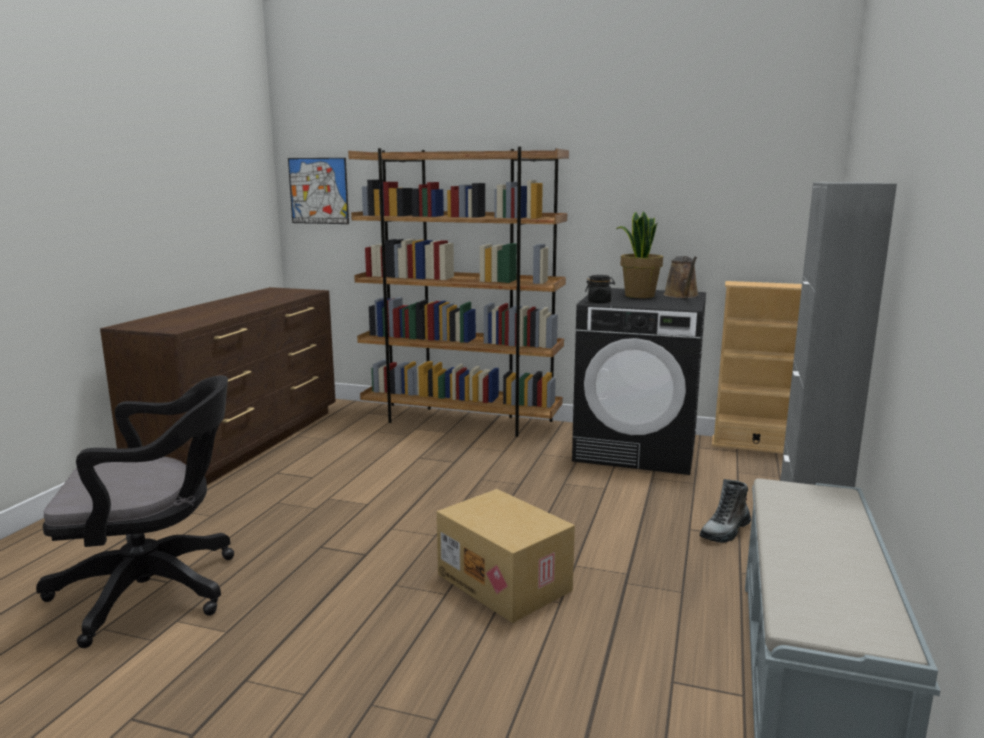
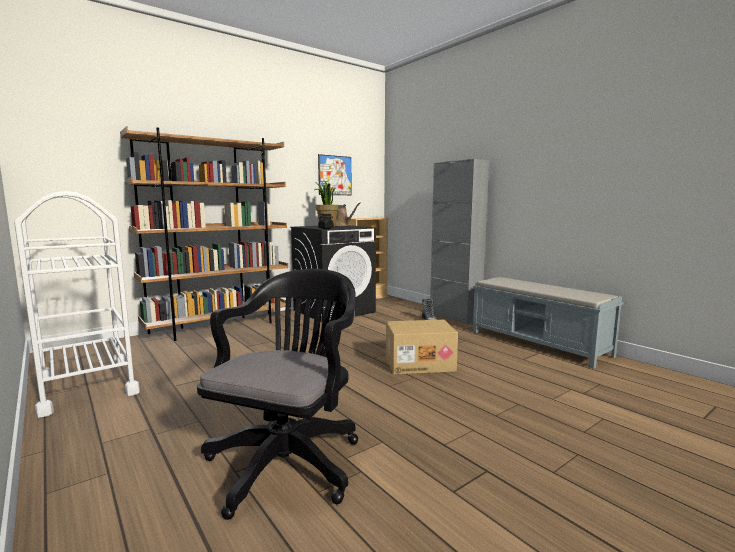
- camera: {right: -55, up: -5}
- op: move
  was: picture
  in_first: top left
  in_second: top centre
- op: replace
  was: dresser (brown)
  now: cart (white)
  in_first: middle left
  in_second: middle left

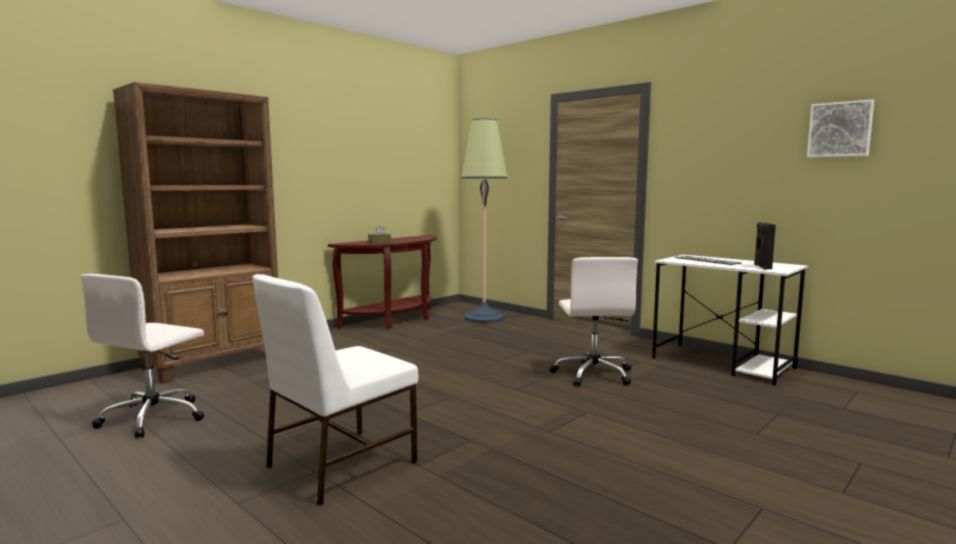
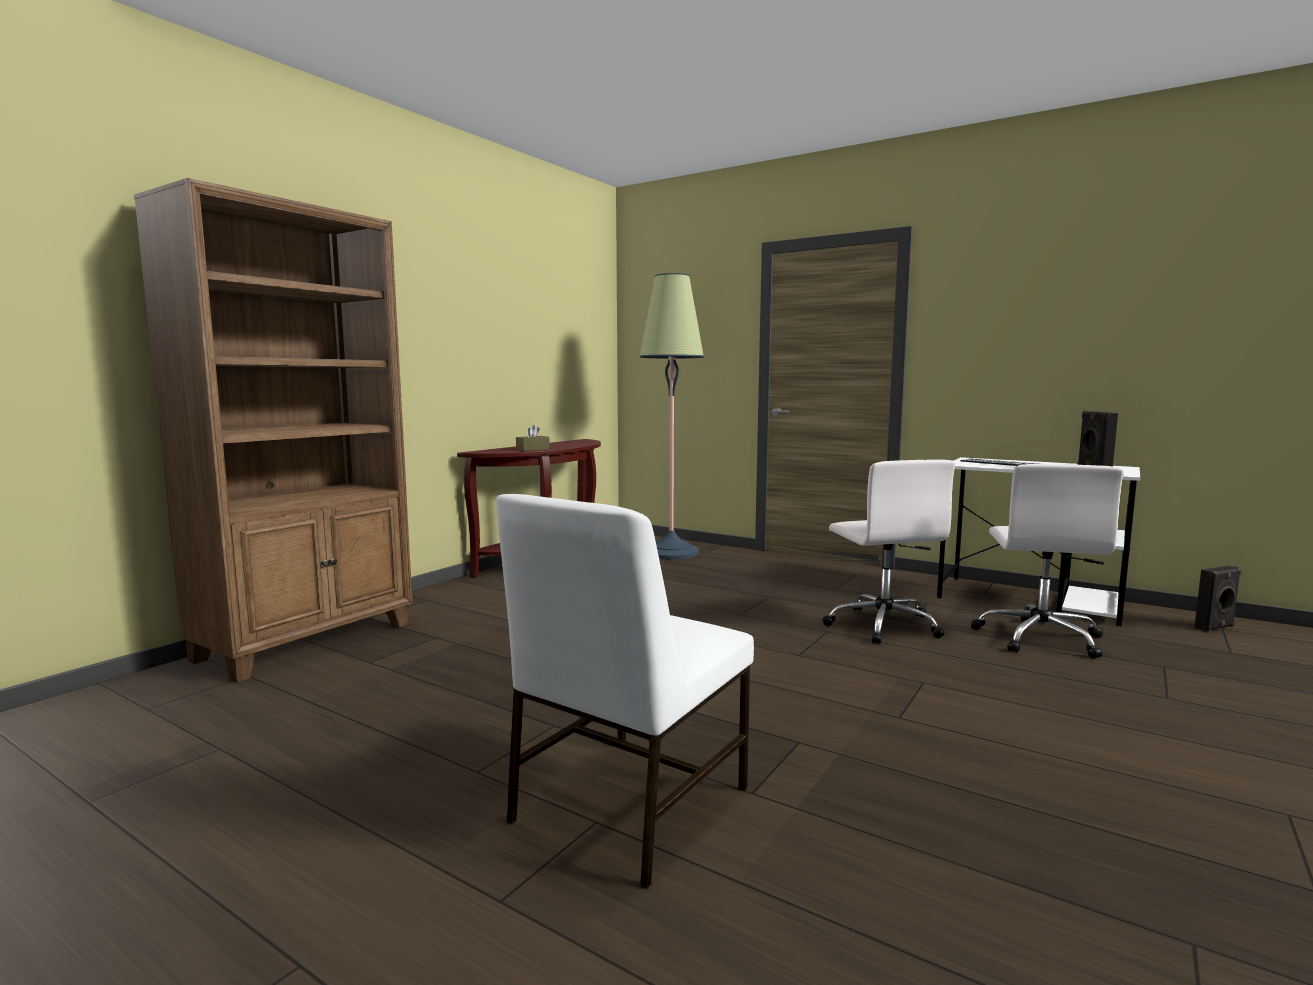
- camera: {right: -10, up: 0}
- op: delete
  was: picture
  in_first: top right
- op: insert
  now: speaker (black) (2nd from left)
  in_second: middle right
- op: move
  was: office chair (white) (1st from left in the first image)
  now: office chair (white) (2nd from left)
  in_first: middle left
  in_second: middle right

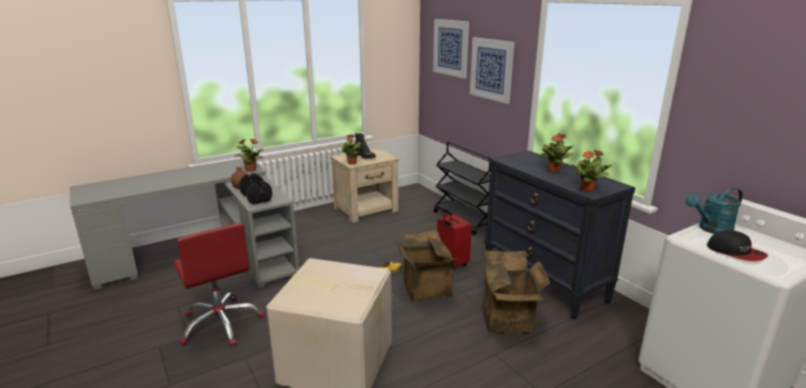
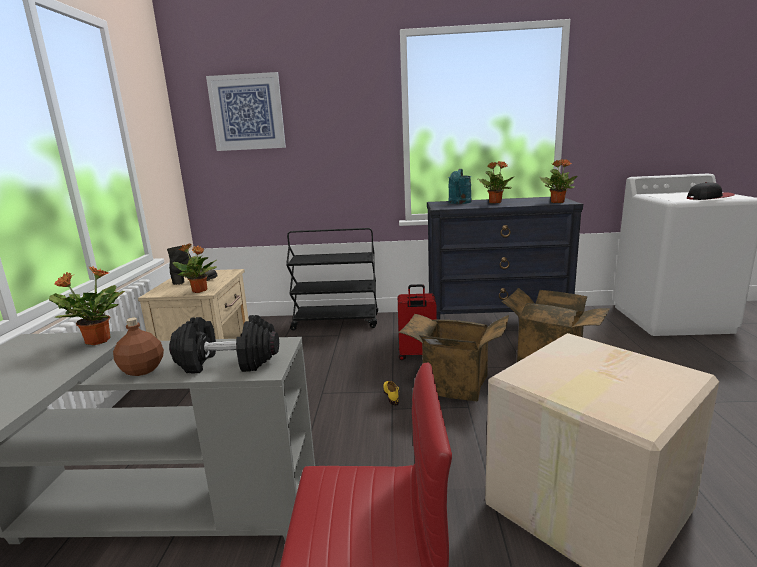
- camera: {right: -55, up: -5}
- op: delete
  was: picture (2nd from left)
  in_first: top centre
- op: move
  was: watering can (turquoise)
  in_first: middle right
  in_second: top centre

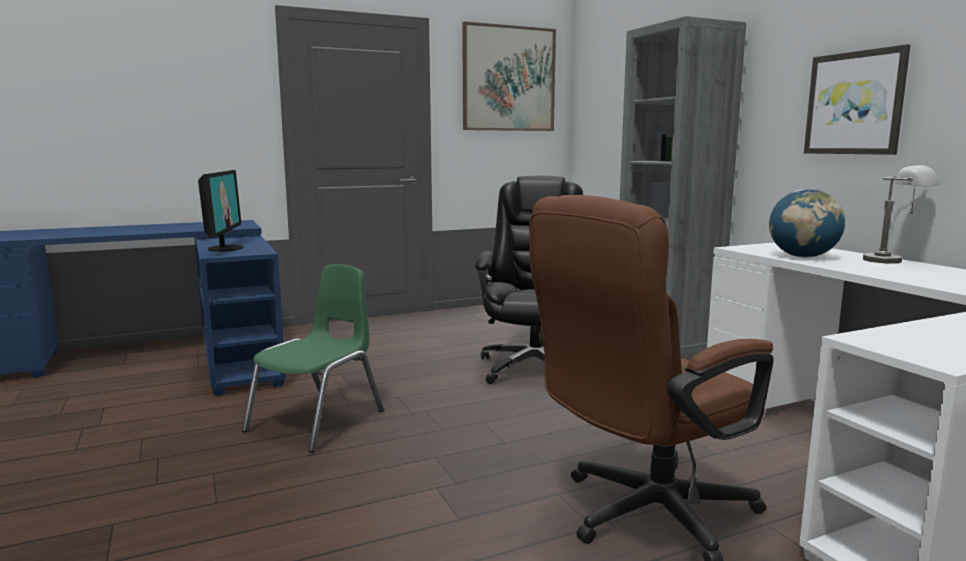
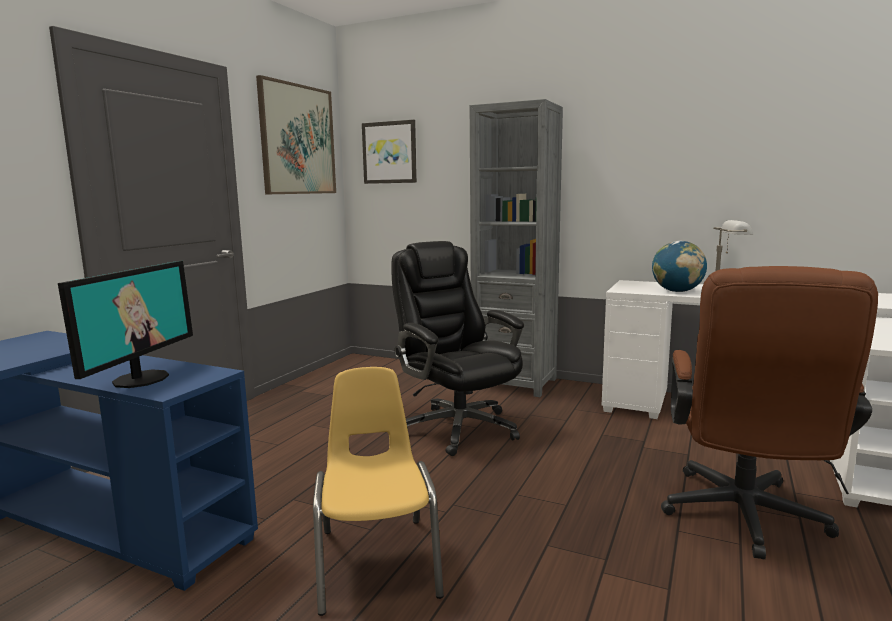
- camera: {right: -40, up: 0}
- op: move
  was: picture (2nd from left)
  in_first: top right
  in_second: top centre
- op: recolor
  was: chair (green)
  now: chair (yellow)
  in_first: middle left
  in_second: bottom centre
- op: rotate
  was: monitor
  in_first: middle left
  in_second: middle left
  clockwise: 60

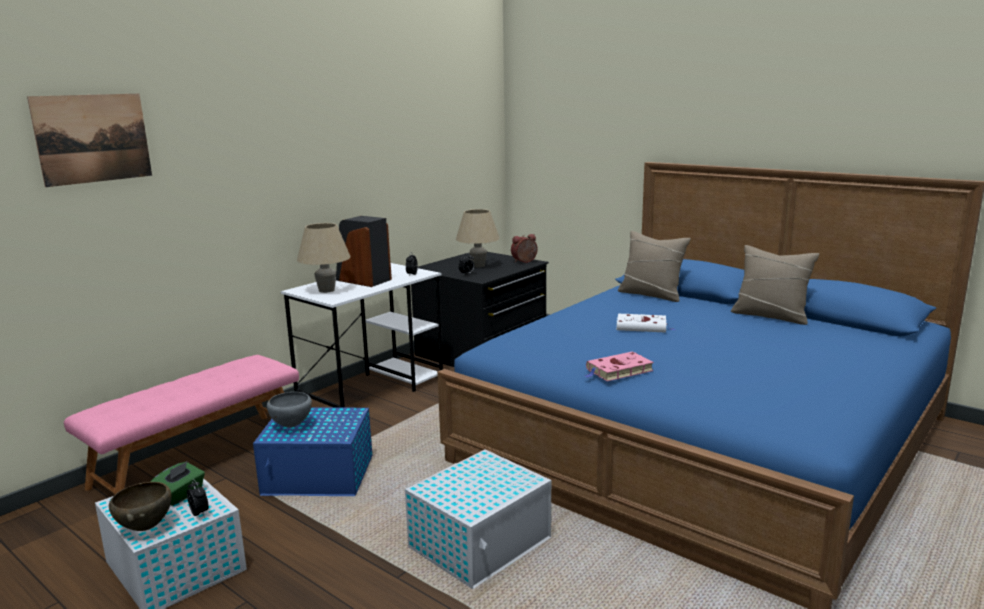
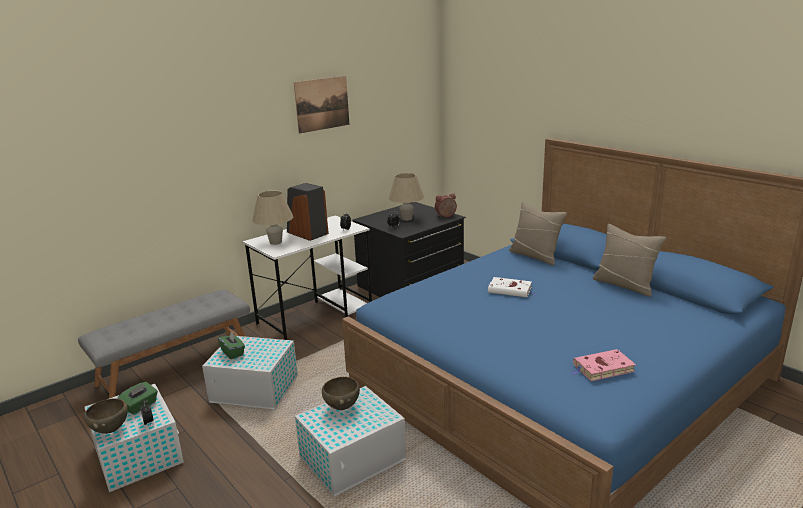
- camera: {right: 10, up: 5}
- op: insert
  now: bowl (brown) (2nd from left)
  in_second: bottom centre
- op: move
  was: picture
  in_first: top left
  in_second: top centre
- op: move
  was: book (pink)
  in_first: centre
  in_second: bottom right
- op: replace
  was: bowl (grey)
  now: tissue box (green) (2nd from left)
  in_first: bottom left
  in_second: bottom left
- op: recolor
  was: bench (pink)
  now: bench (grey)
  in_first: bottom left
  in_second: bottom left
- op: recolor
  was: storage box (blue)
  now: storage box (white) (2nd from left)
  in_first: bottom left
  in_second: bottom left

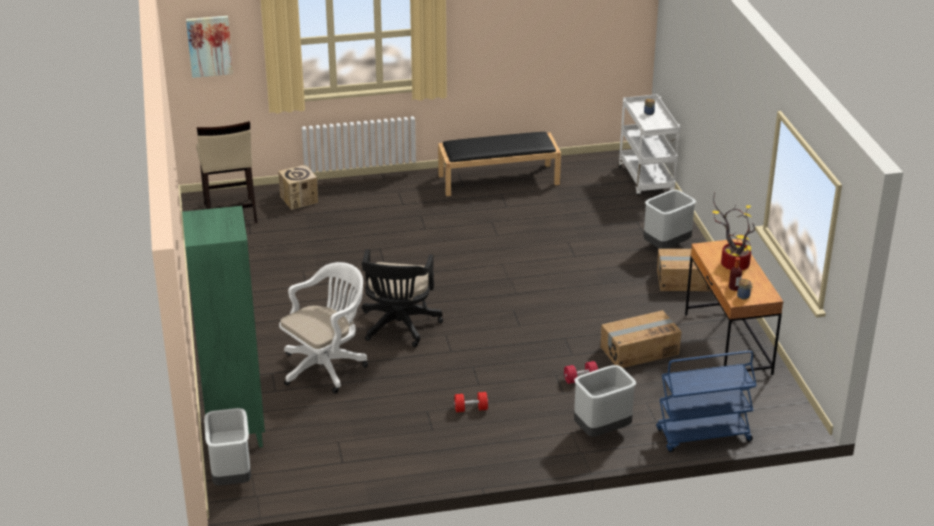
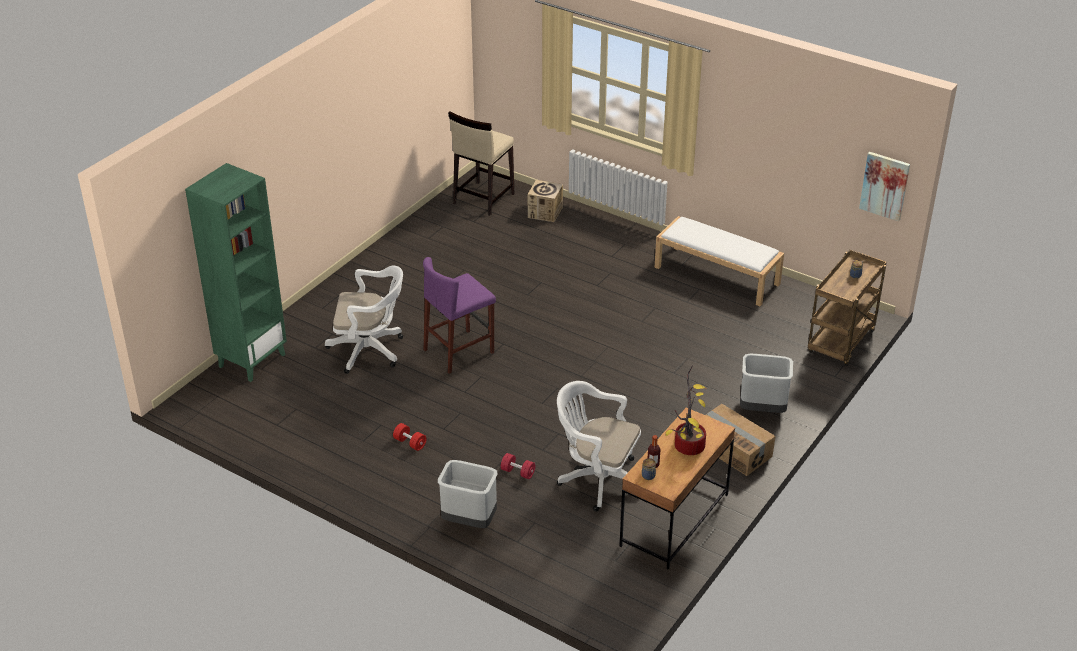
- camera: {right: 45, up: 5}
- op: delete
  was: trash can (grey) (1st from left)
  in_first: bottom left
- op: delete
  was: cart (blue)
  in_first: bottom right
- op: move
  was: picture
  in_first: top left
  in_second: top right
- op: replace
  was: office chair (black)
  now: stool (purple)
  in_first: centre
  in_second: centre
- op: replace
  was: cardboard box (2nd from left)
  now: office chair (white) (2nd from left)
  in_first: middle right
  in_second: bottom centre
- op: recolor
  was: bench (black)
  now: bench (white)
  in_first: top centre
  in_second: middle right
- op: recolor
  was: cart (white)
  now: cart (brown)
  in_first: top right
  in_second: middle right

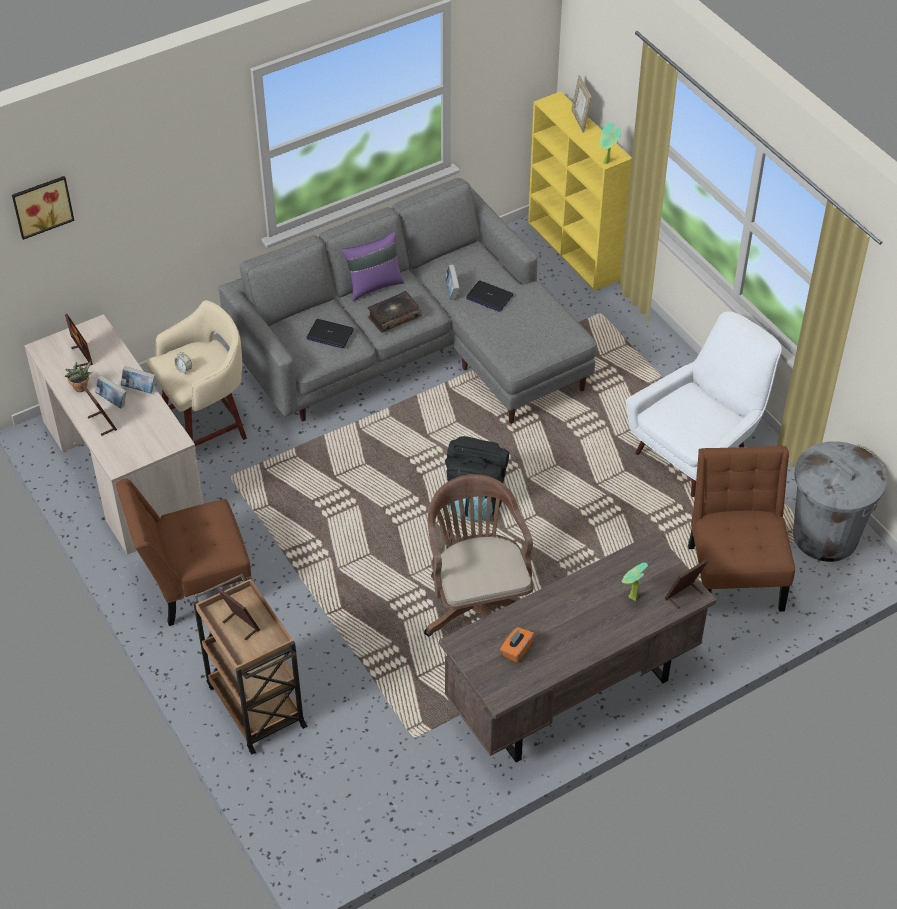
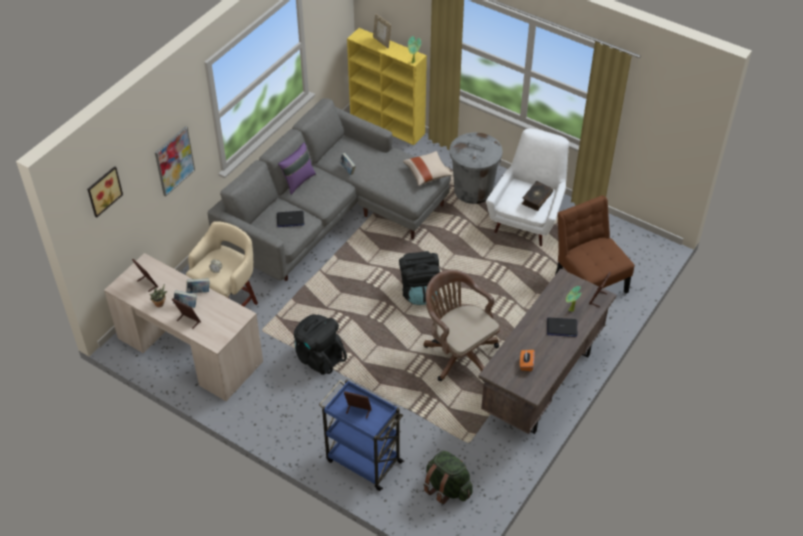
- camera: {right: -25, up: 0}
- op: delete
  was: chair (brown) (1st from left)
  in_first: middle left
- op: insert
  now: picture (2nd from left)
  in_second: top left
- op: insert
  now: backpack (black) (1st from left)
  in_second: centre
- op: insert
  now: pillow (beige)
  in_second: top centre
- op: insert
  now: backpack (green)
  in_second: bottom centre
- op: move
  was: book (3rd from left in the first image)
  now: book (4th from left)
  in_first: centre
  in_second: middle right
- op: move
  was: laptop (2nd from left)
  in_first: top centre
  in_second: middle right
- op: move
  was: trash can (grey)
  in_first: middle right
  in_second: top centre
- op: recolor
  was: cart (brown)
  now: cart (blue)
  in_first: bottom left
  in_second: bottom centre

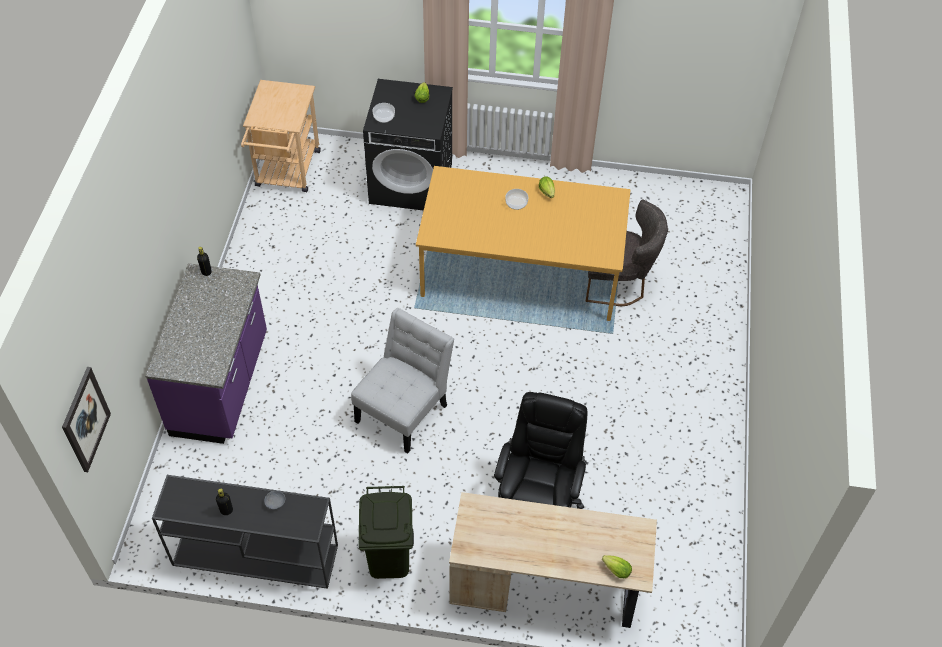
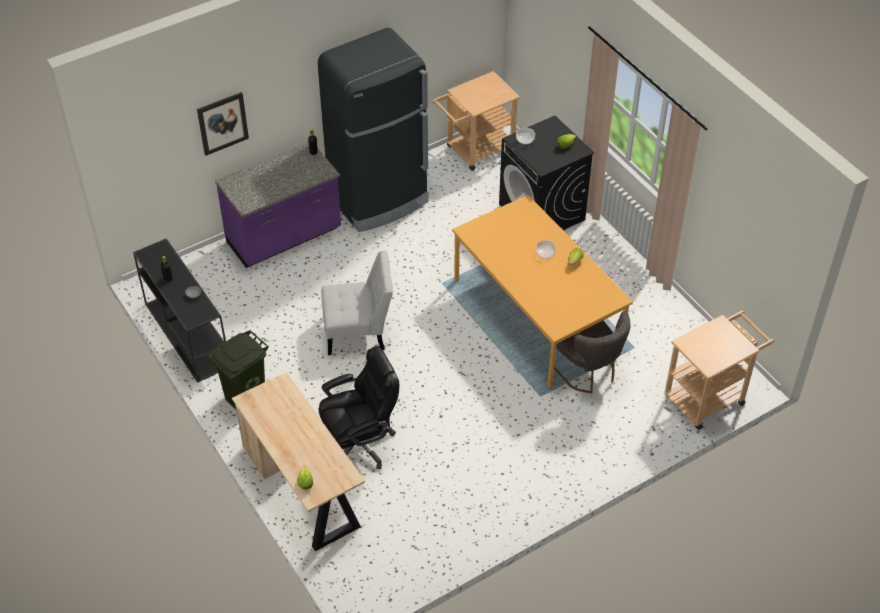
- camera: {right: 50, up: -5}
- op: insert
  now: fridge (black)
  in_second: top centre
- op: insert
  now: cart (beige) (2nd from left)
  in_second: middle right
- op: move
  was: picture
  in_first: middle left
  in_second: top left

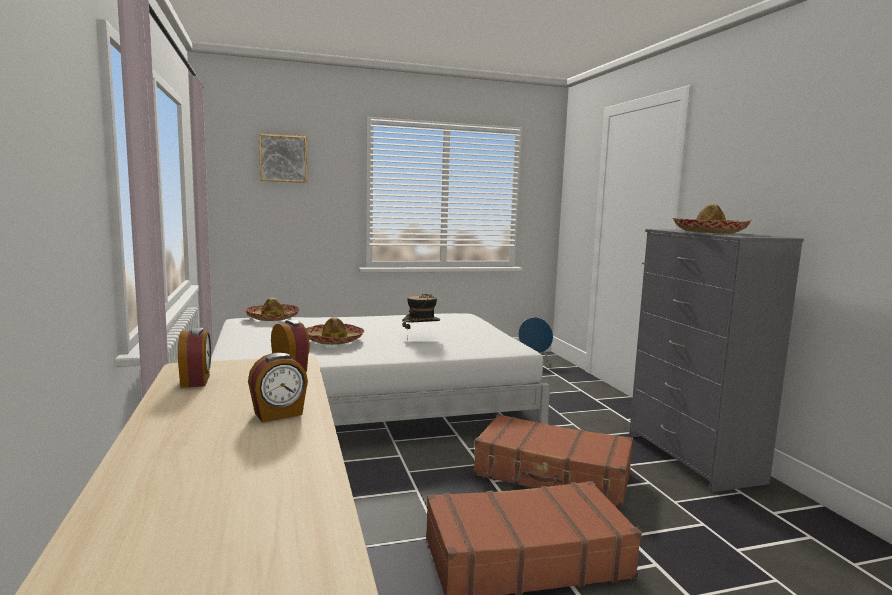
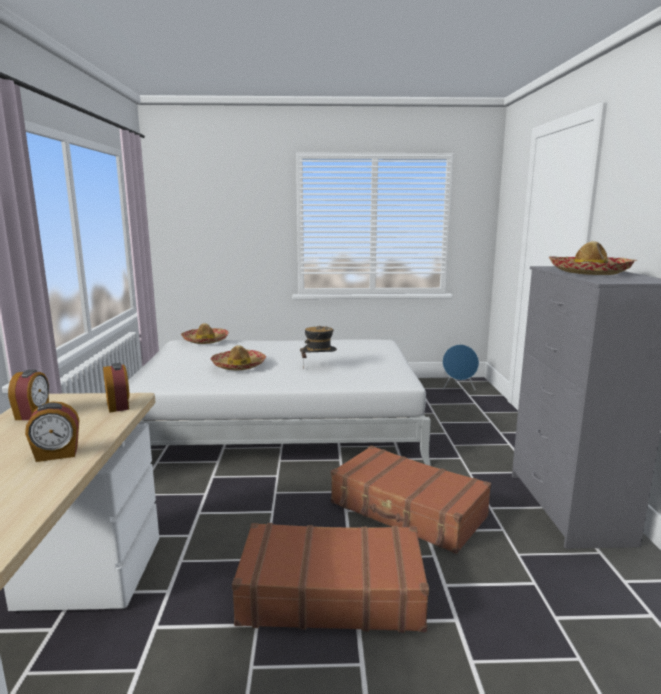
- camera: {right: 15, up: 5}
- op: delete
  was: picture
  in_first: top left

